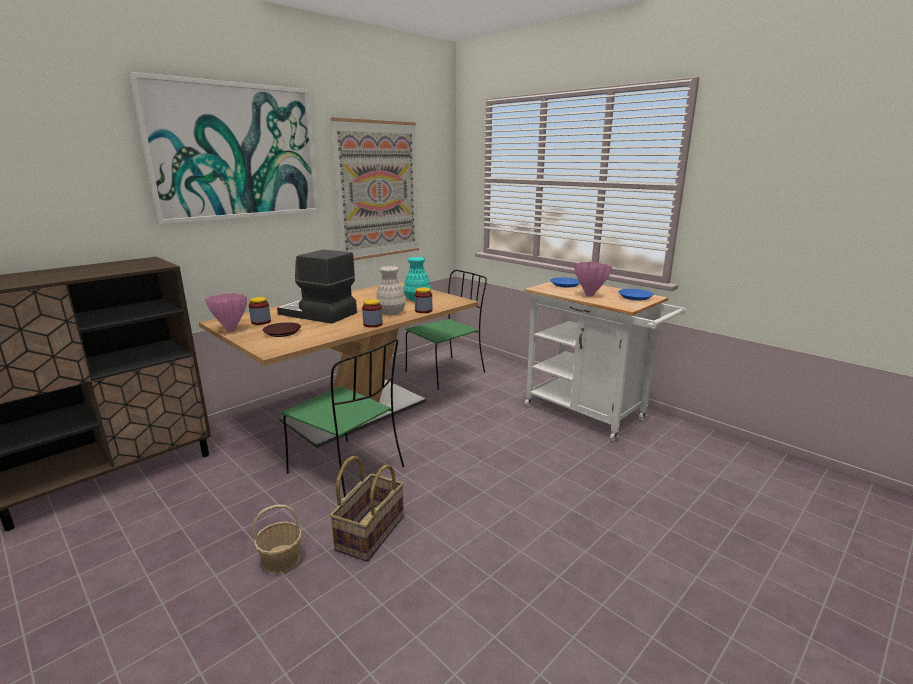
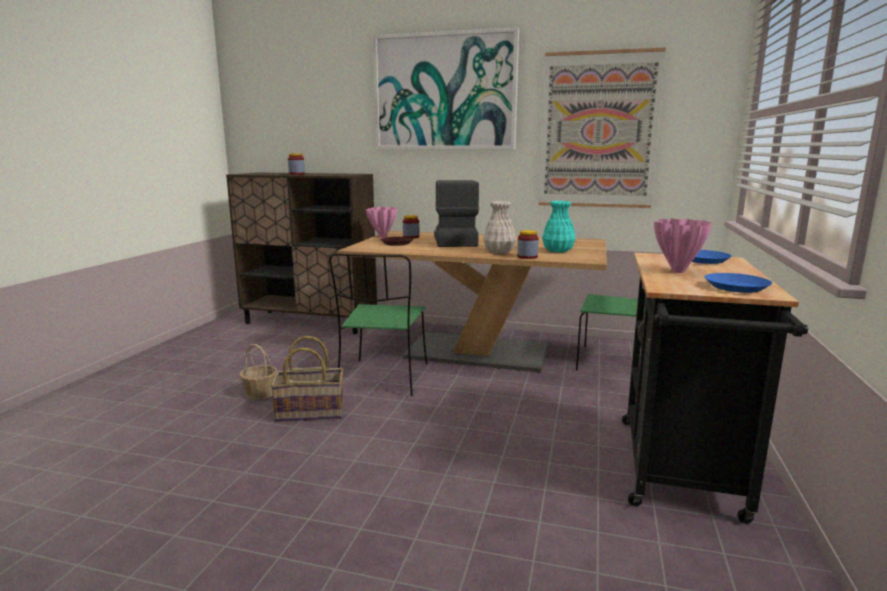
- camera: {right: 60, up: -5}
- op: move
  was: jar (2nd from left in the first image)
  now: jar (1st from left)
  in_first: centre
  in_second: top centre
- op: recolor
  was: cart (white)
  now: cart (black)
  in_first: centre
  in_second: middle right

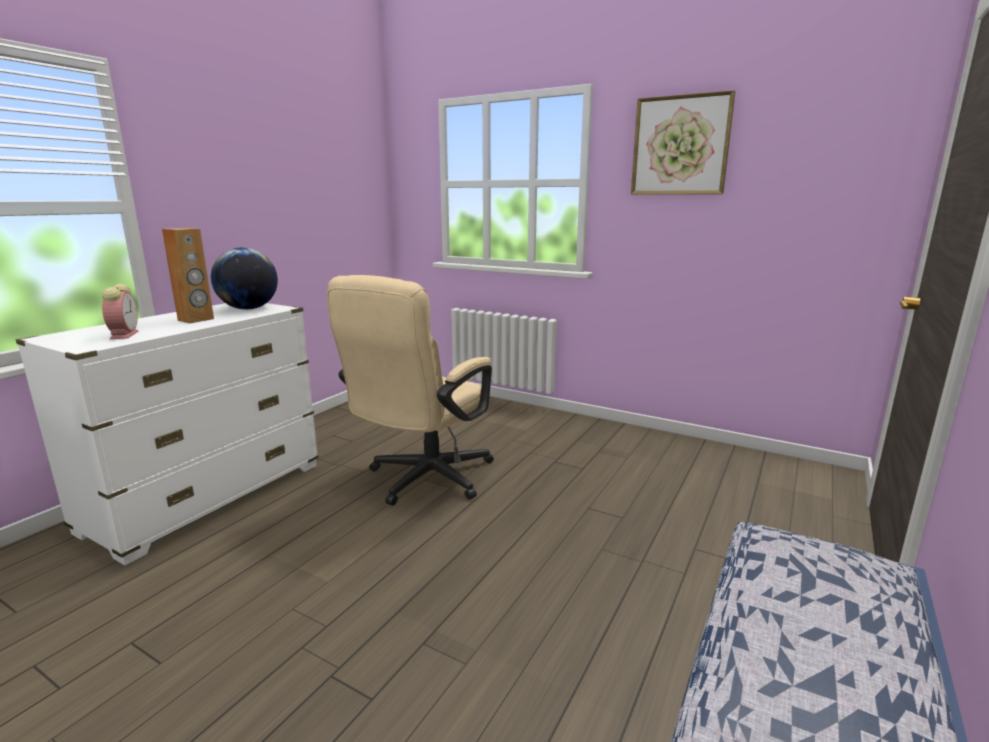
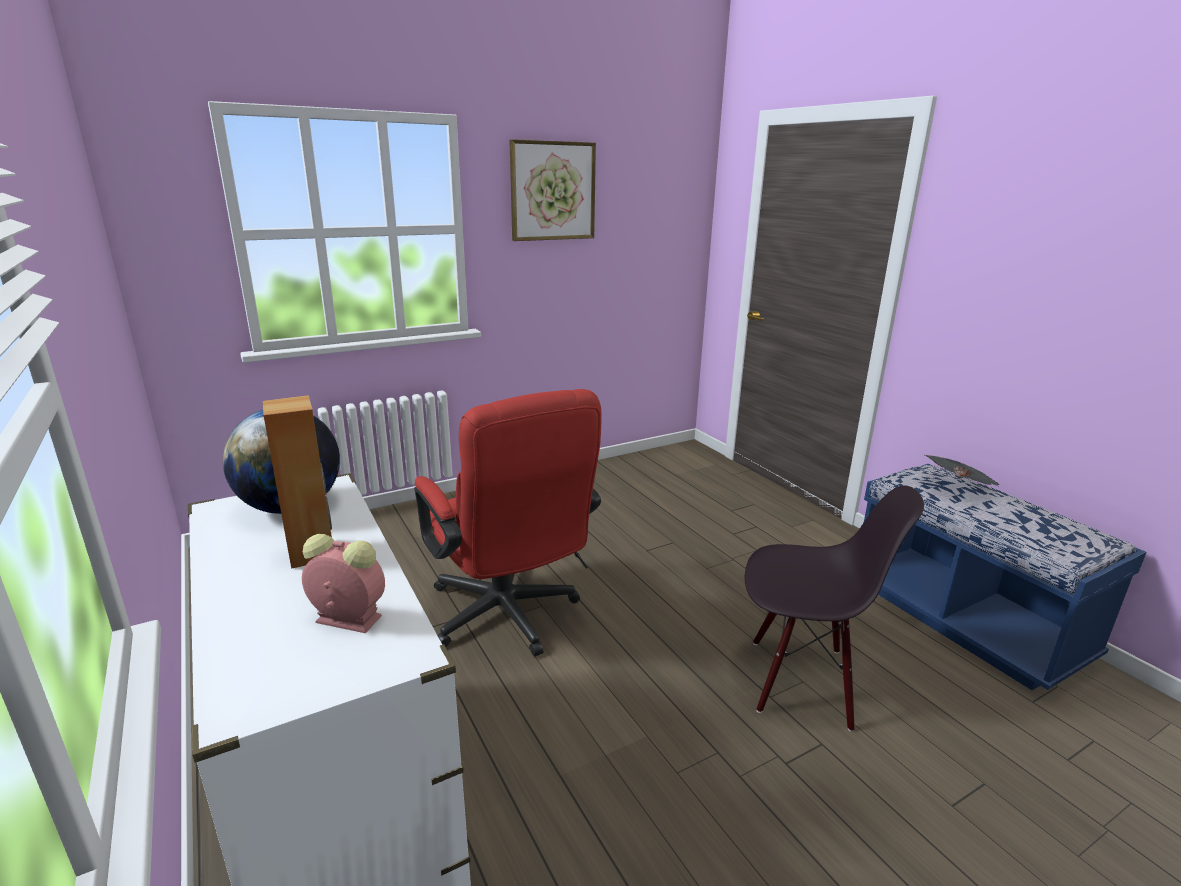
- camera: {right: -60, up: 5}
- op: insert
  now: chair (black)
  in_second: bottom right
- op: insert
  now: newspaper
  in_second: middle right
- op: recolor
  was: office chair (beige)
  now: office chair (red)
  in_first: centre
  in_second: centre

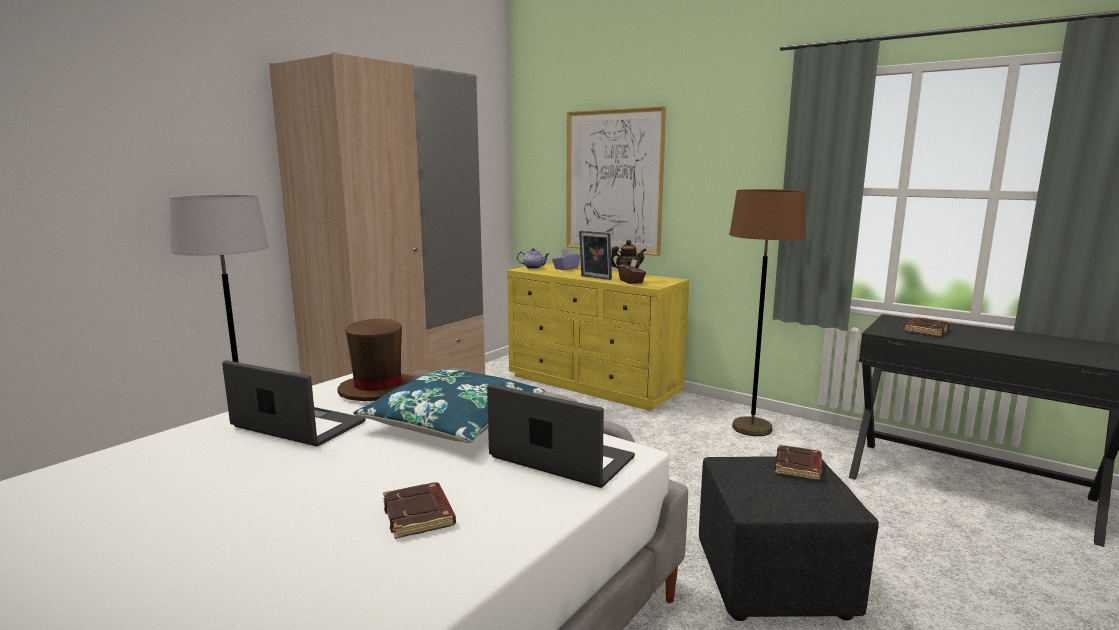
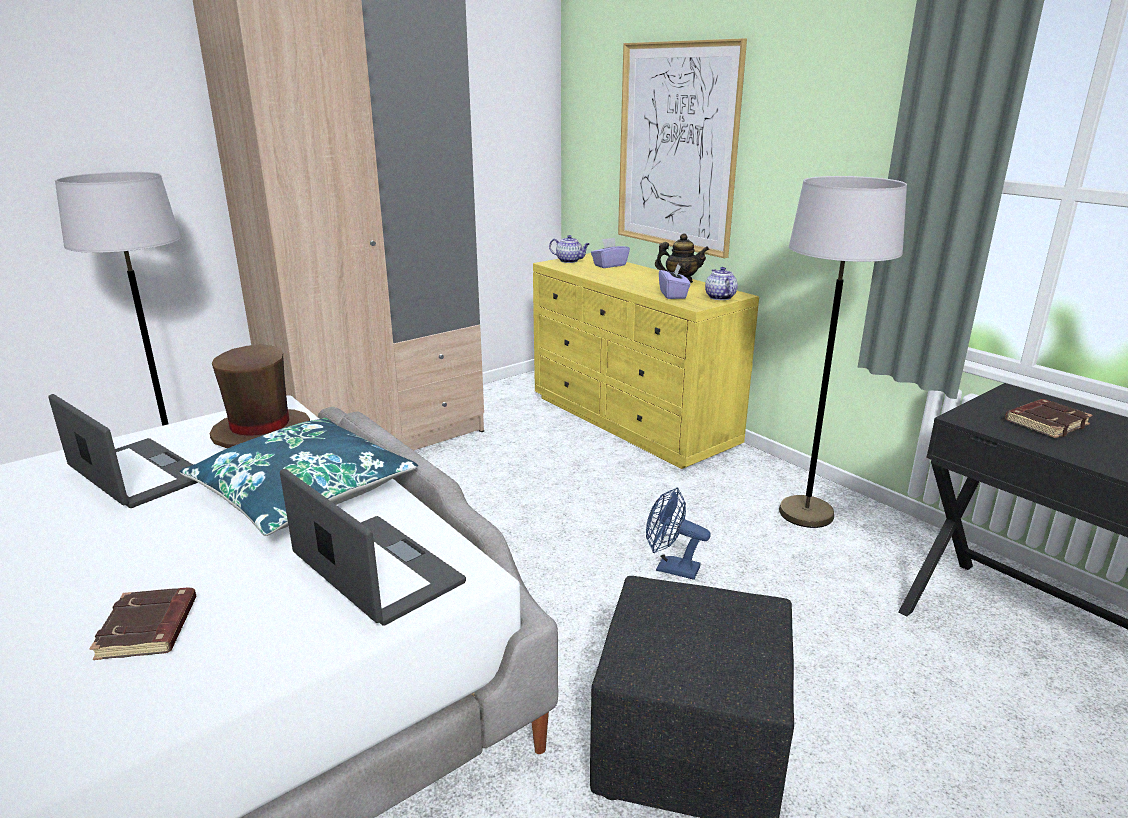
- camera: {right: 15, up: 10}
- op: delete
  was: picture frame
  in_first: centre
- op: delete
  was: book (brown) (2nd from left)
  in_first: bottom right
- op: insert
  now: fan (blue)
  in_second: centre
- op: insert
  now: teapot (3rd from left)
  in_second: centre
- op: recolor
  was: tissue box (brown)
  now: tissue box (purple) (2nd from left)
  in_first: centre
  in_second: centre
- op: recolor
  was: floor lamp (brown)
  now: floor lamp (grey) (2nd from left)
  in_first: middle right
  in_second: middle right

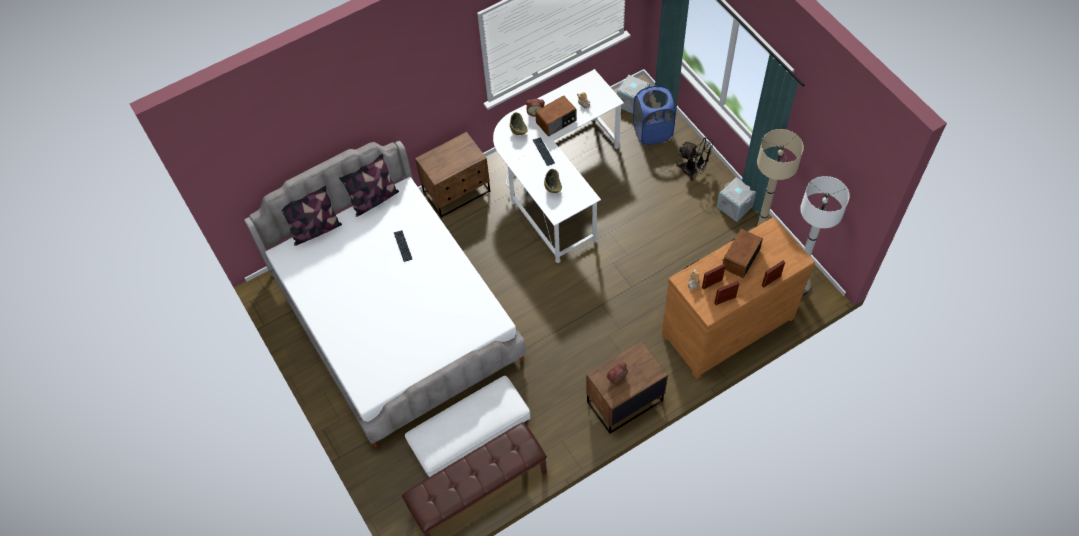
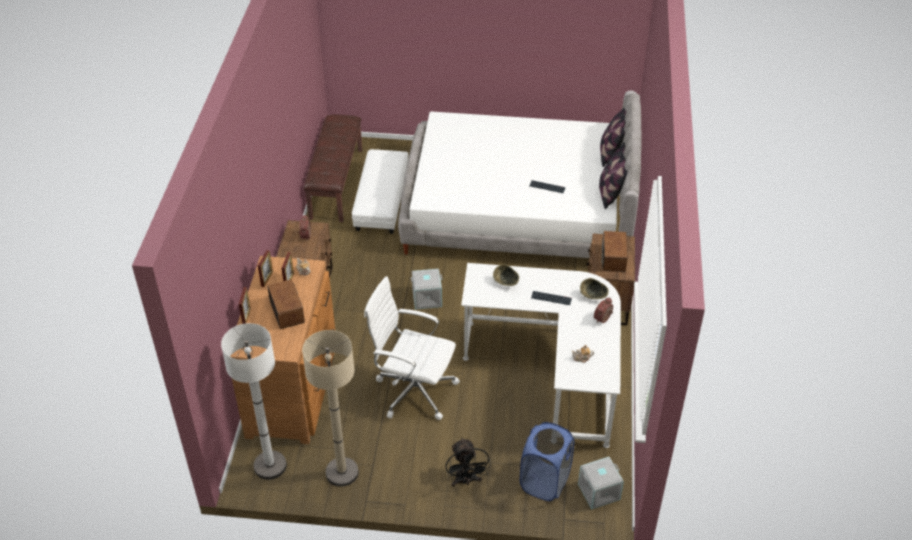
- camera: {right: 125, up: -15}
- op: insert
  now: office chair (white)
  in_second: centre
- op: move
  was: radio (1st from left in the first image)
  now: radio (2nd from left)
  in_first: top centre
  in_second: middle right
- op: move
  was: storage box (grey) (2nd from left in the first image)
  now: storage box (grey) (1st from left)
  in_first: middle right
  in_second: centre
- op: rotate
  was: fan (black)
  in_first: top centre
  in_second: bottom centre
  clockwise: -75

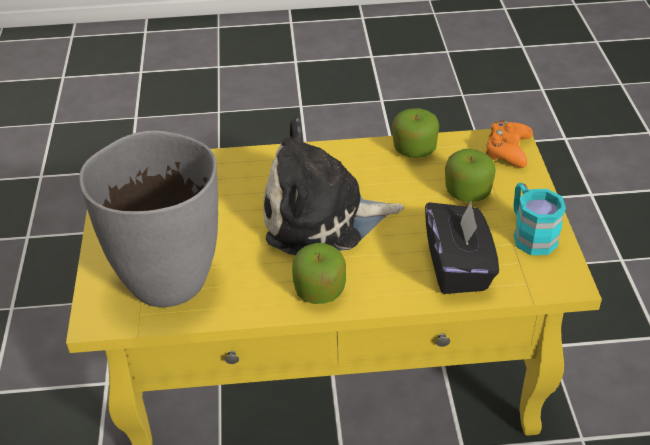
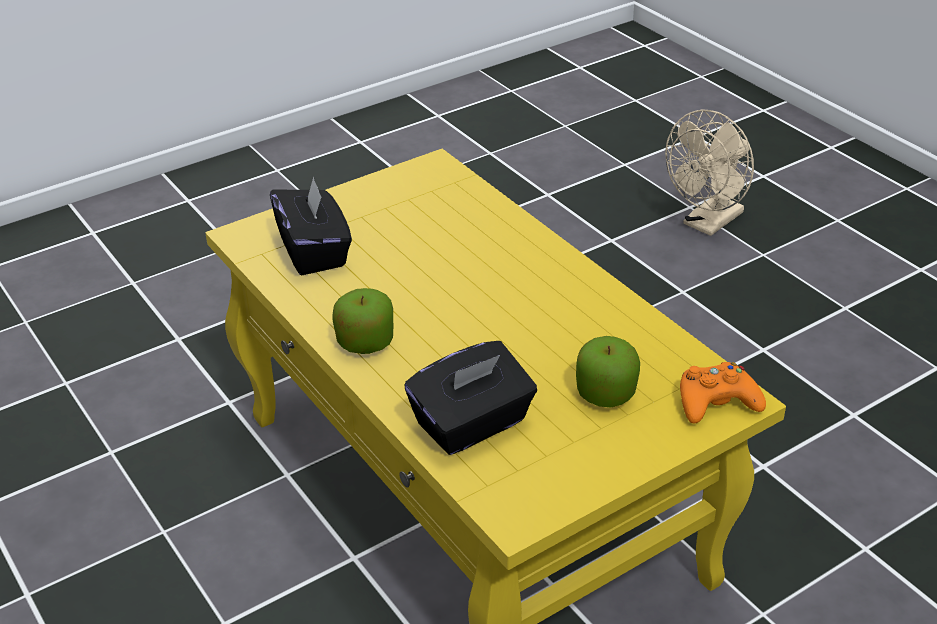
- camera: {right: 60, up: -5}
- op: delete
  was: plush toy
  in_first: centre
- op: delete
  was: apple (2nd from left)
  in_first: top centre
- op: delete
  was: mug (turquoise)
  in_first: middle right
- op: insert
  now: fan (beige)
  in_second: top right
- op: replace
  was: vase (grey)
  now: tissue box (black) (1st from left)
  in_first: middle left
  in_second: middle left

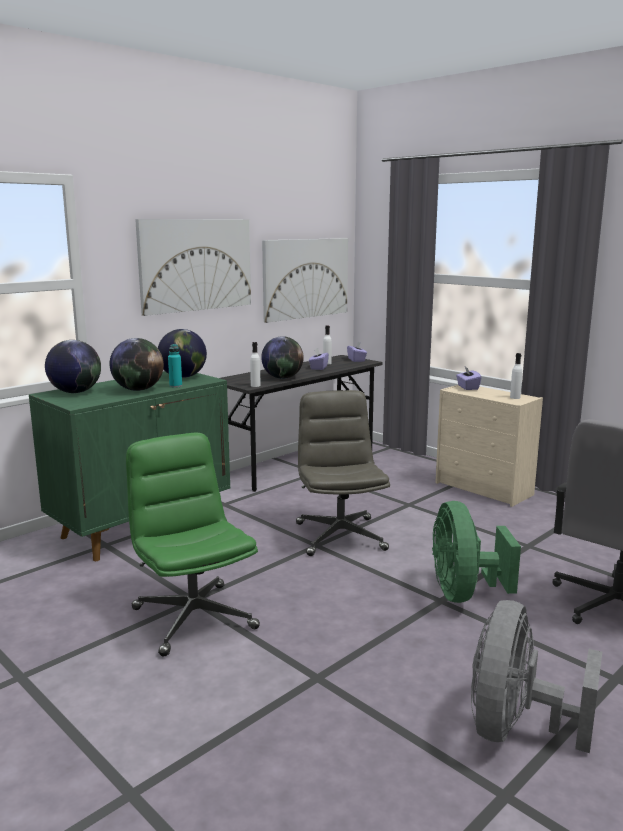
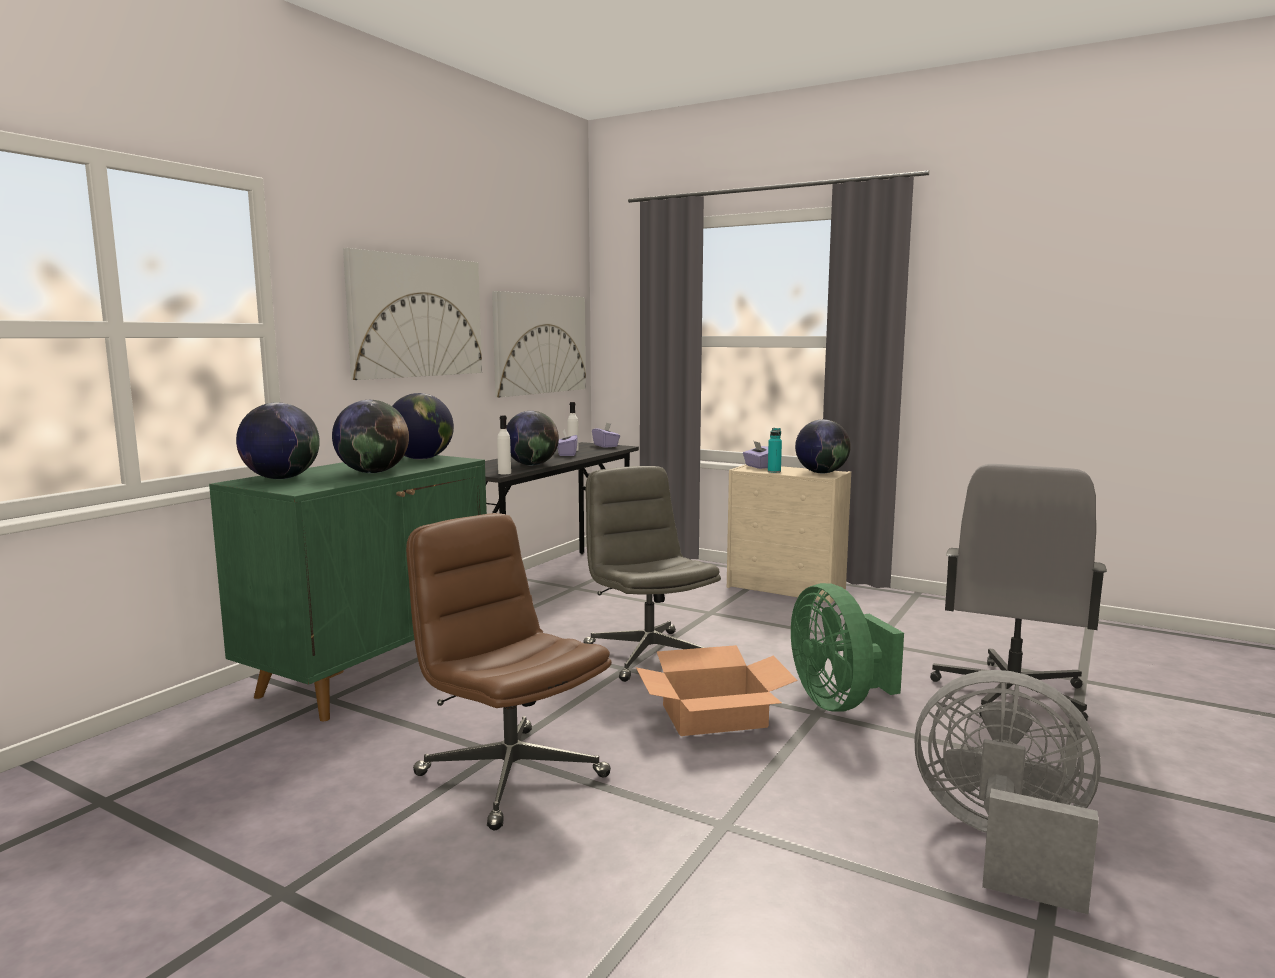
- camera: {right: -15, up: -5}
- op: insert
  now: cardboard box
  in_second: bottom centre
- op: move
  was: bottle (turquoise)
  in_first: middle left
  in_second: centre
- op: replace
  was: bottle (white) (3rd from left)
  now: globe (5th from left)
  in_first: middle right
  in_second: centre
- op: recolor
  was: office chair (green)
  now: office chair (brown)
  in_first: middle left
  in_second: bottom centre
- op: rotate
  was: fan (grey)
  in_first: bottom right
  in_second: bottom right
  clockwise: 105

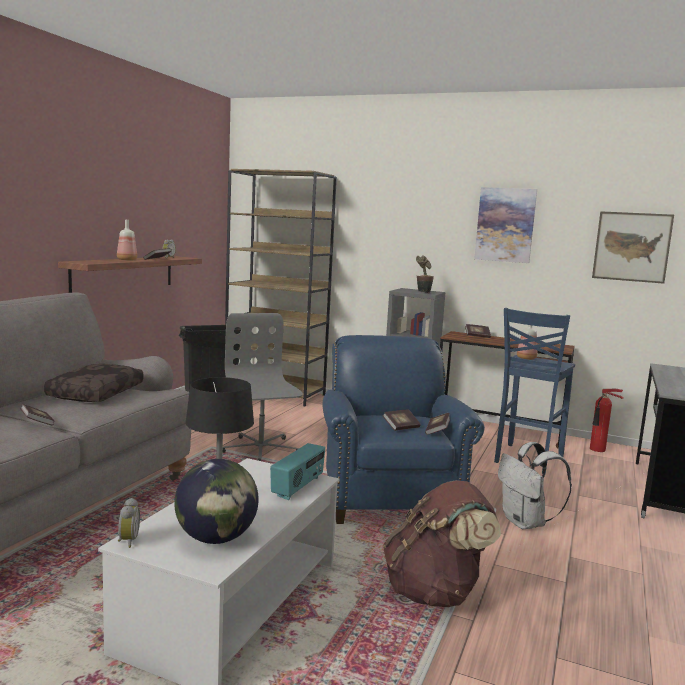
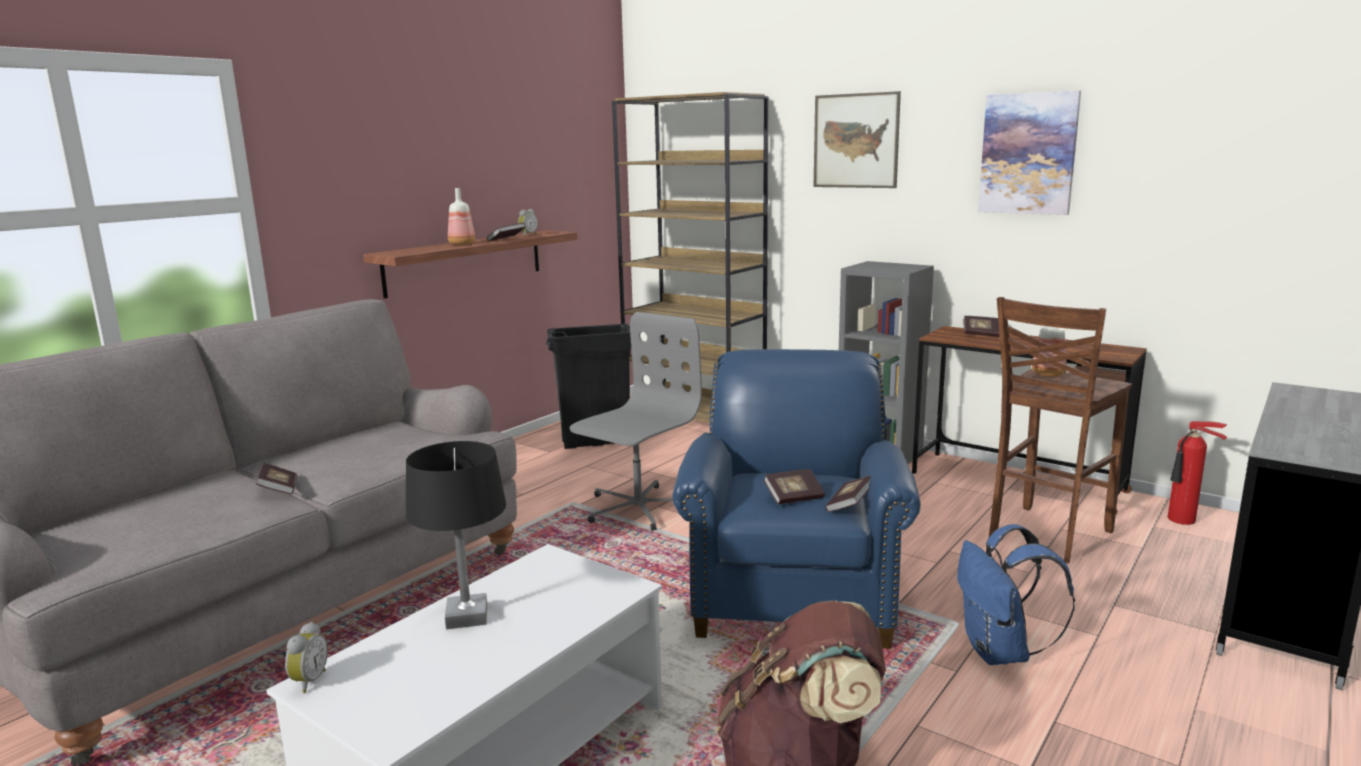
- camera: {right: 15, up: 5}
- op: delete
  was: pillow (brown)
  in_first: middle left
- op: delete
  was: globe
  in_first: bottom left
- op: delete
  was: radio
  in_first: bottom centre
- op: delete
  was: potted plant
  in_first: centre
- op: move
  was: picture (2nd from left in the first image)
  now: picture (1st from left)
  in_first: middle right
  in_second: top centre
- op: recolor
  was: stool (blue)
  now: stool (brown)
  in_first: middle right
  in_second: middle right
- op: recolor
  was: backpack (white)
  now: backpack (blue)
  in_first: bottom right
  in_second: bottom right
- op: rotate
  was: office chair (grey)
  in_first: centre
  in_second: centre
  clockwise: 45

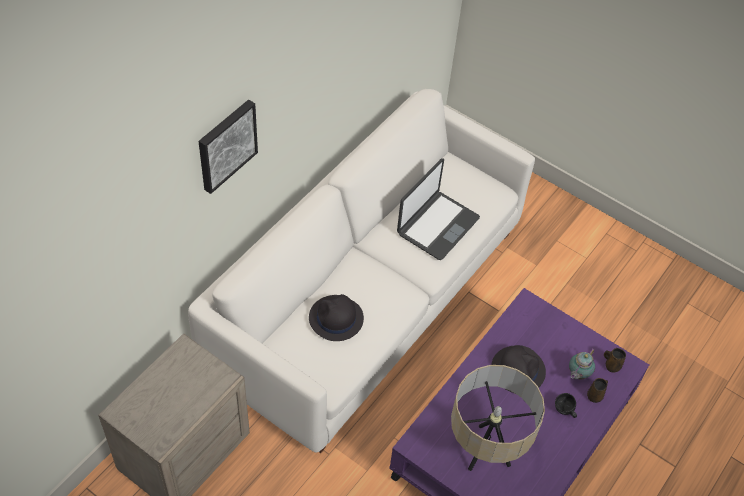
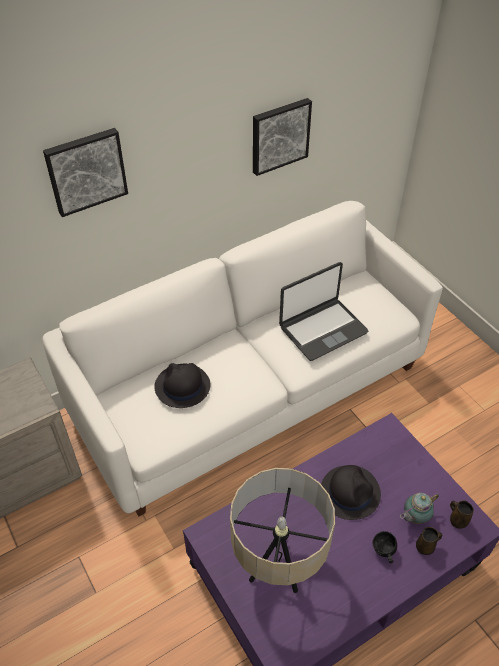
- camera: {right: 25, up: -5}
- op: insert
  now: picture (2nd from left)
  in_second: top centre

